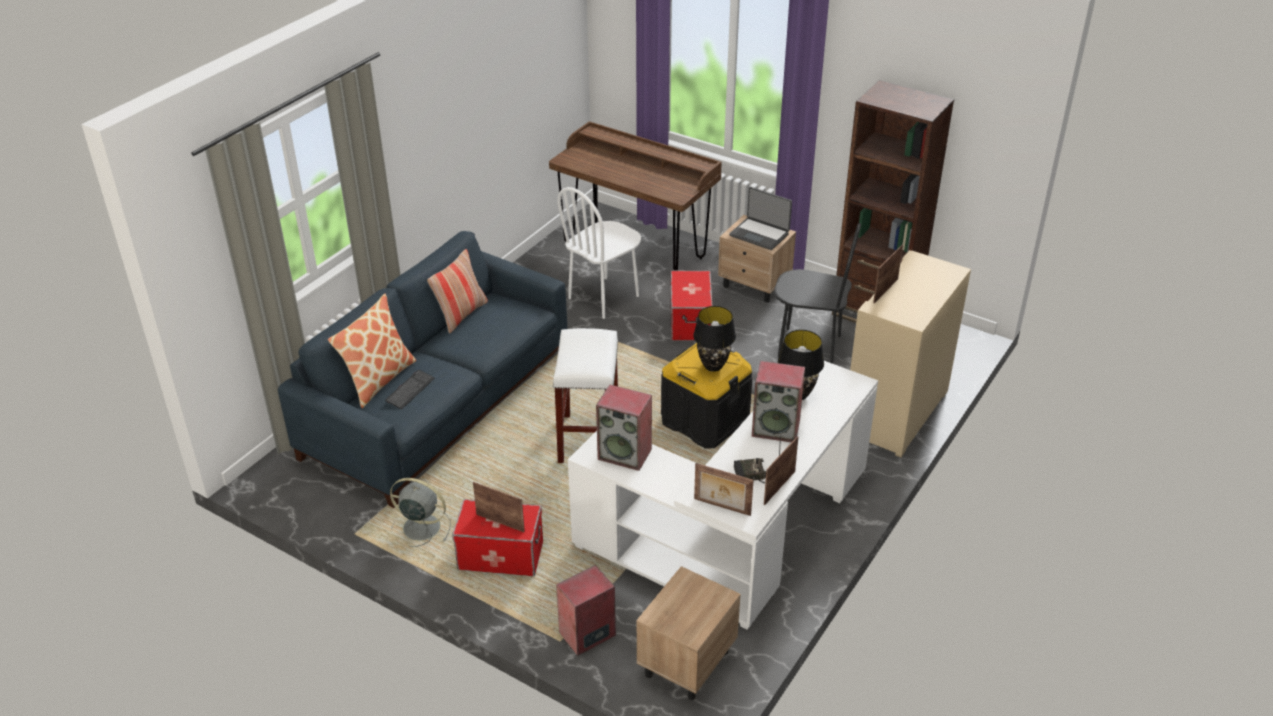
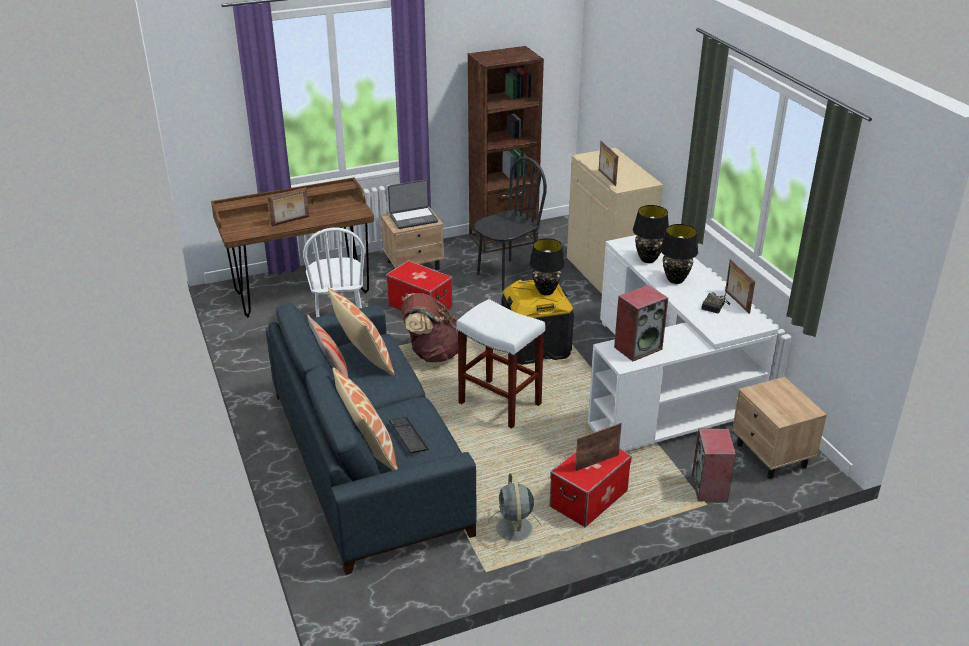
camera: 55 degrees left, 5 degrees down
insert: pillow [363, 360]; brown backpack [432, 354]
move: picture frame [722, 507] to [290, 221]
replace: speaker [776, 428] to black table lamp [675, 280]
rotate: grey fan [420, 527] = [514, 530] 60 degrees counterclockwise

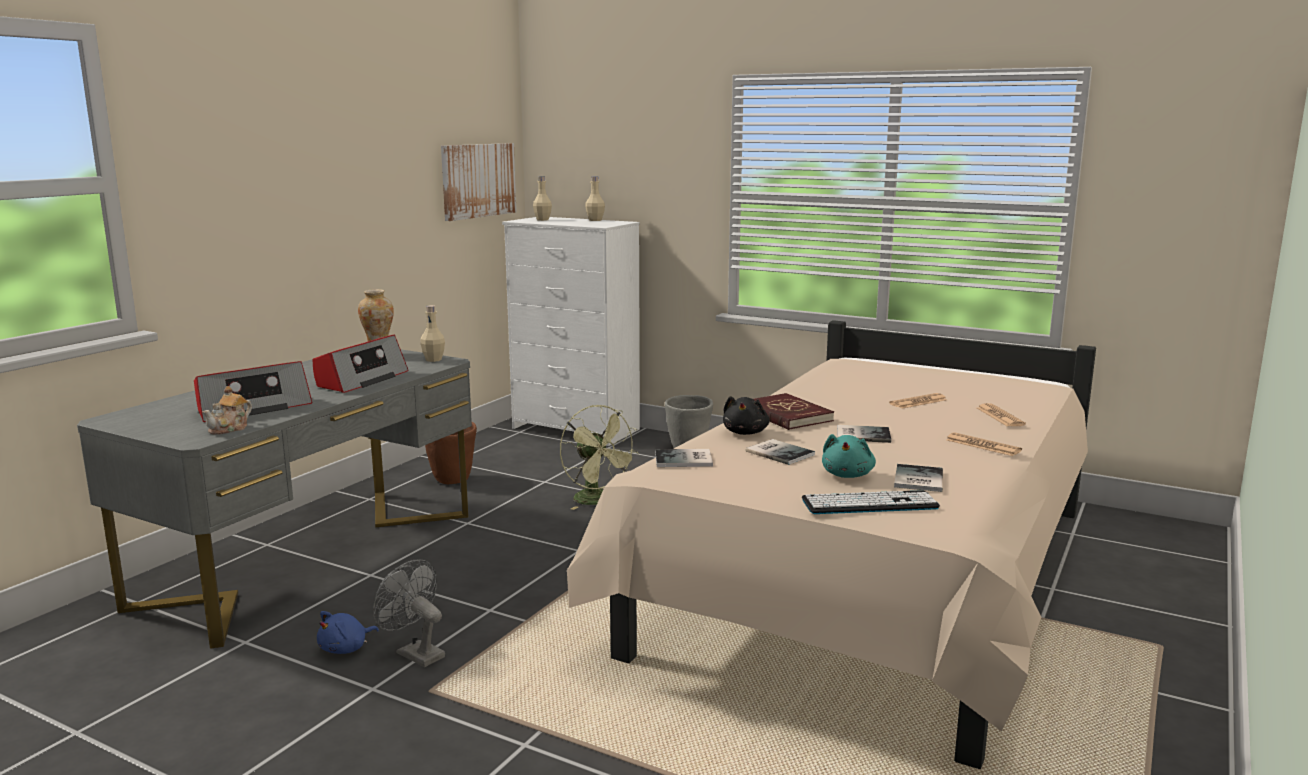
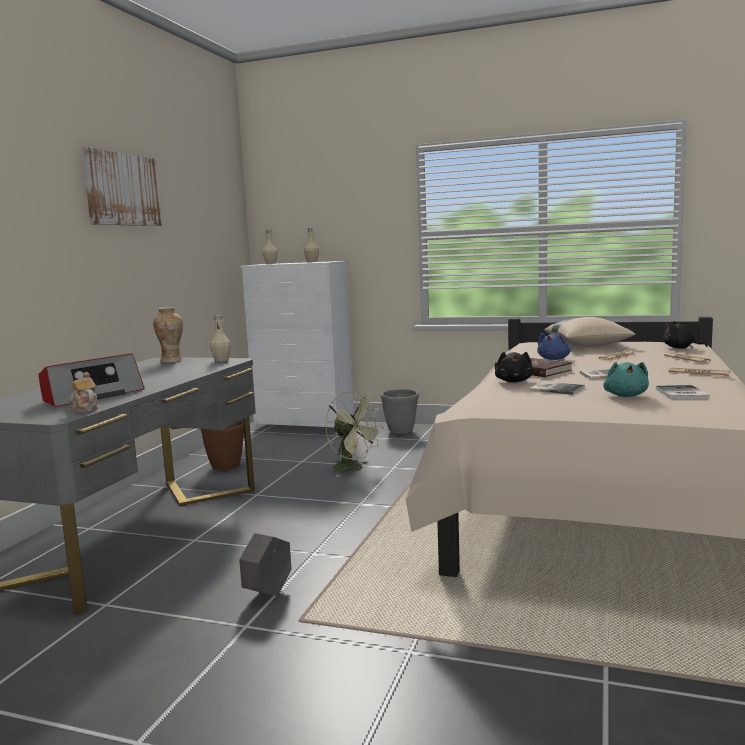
camera: 10 degrees left, 5 degrees down
delete: radio [361, 379]; book [685, 460]; keyboard [869, 504]
insert: beige pillow [588, 346]; black plush toy [680, 348]
move: blue plush toy [346, 648] to [554, 359]; picture [478, 180] to [122, 189]
replace: grey fan [415, 653] to grey planter [268, 593]
rotate: teapot [230, 429] = [84, 409] 120 degrees clockwise

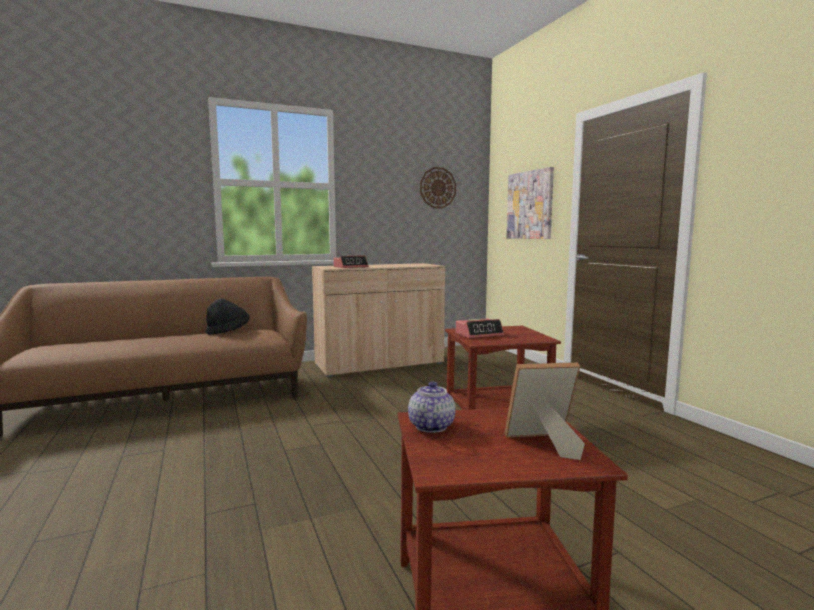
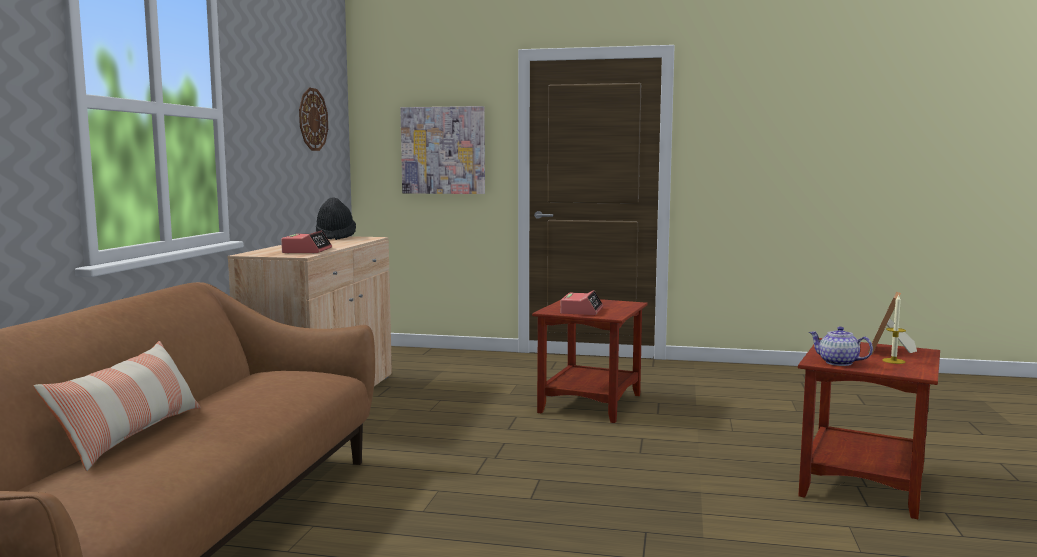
camera: 55 degrees left, 0 degrees up
insert: pillow [131, 435]; candle [893, 361]
move: black hat [228, 331] to [335, 237]

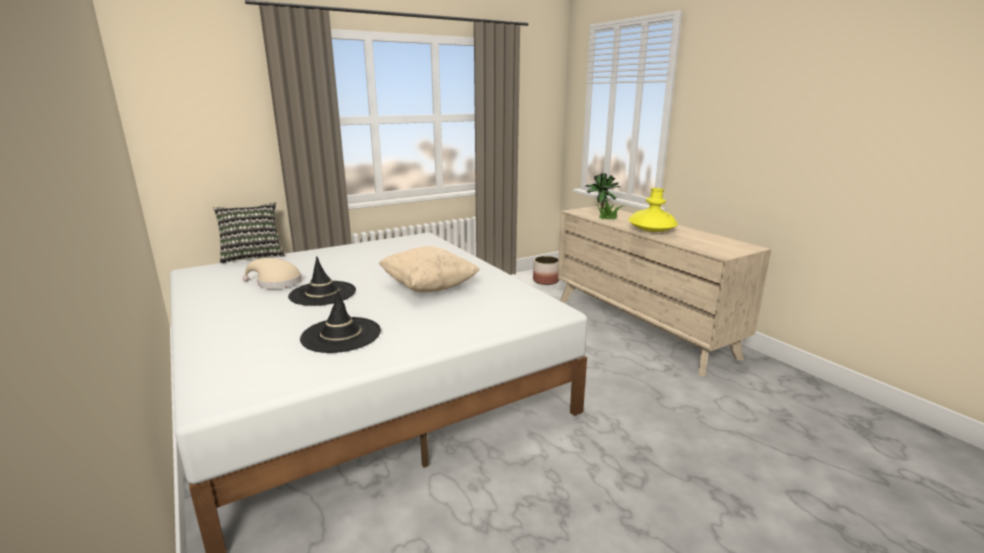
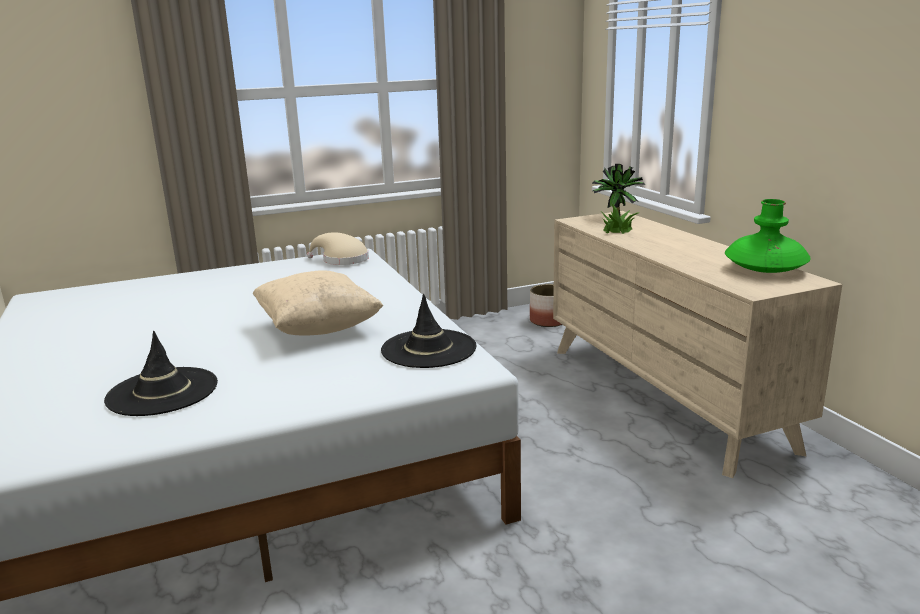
camera: 10 degrees right, 0 degrees up
delete: pillow [253, 256]; yellow vase [651, 230]
insert: green vase [765, 269]
move: beige hat [276, 283] to [342, 260]; black hat [322, 294] to [428, 349]

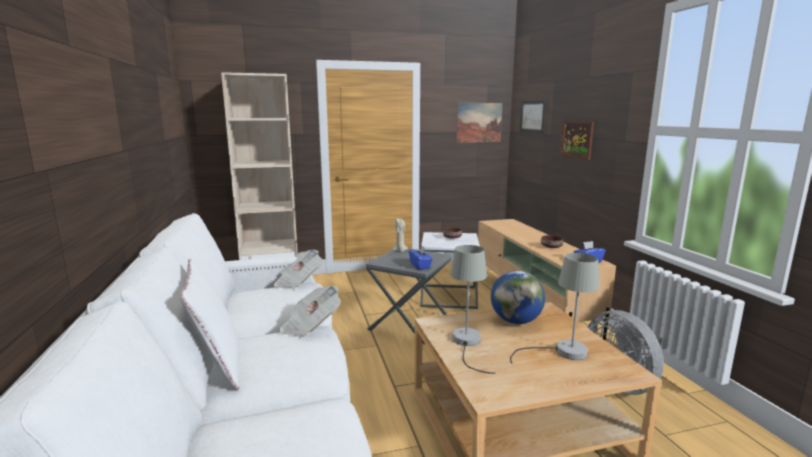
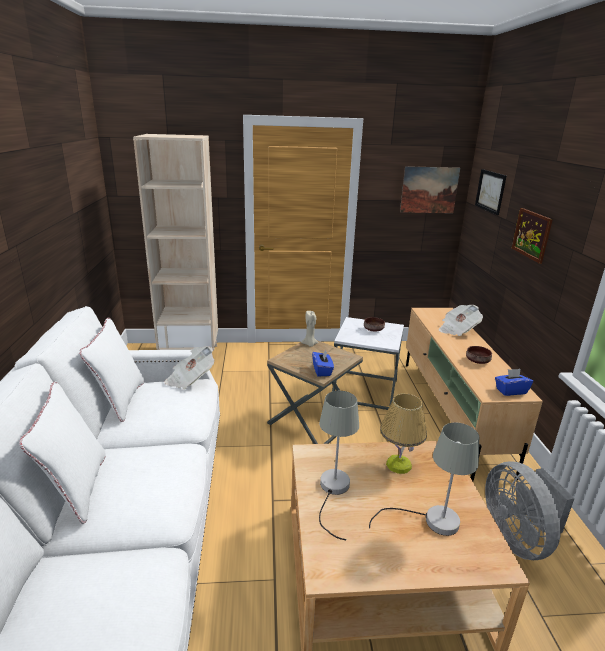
camera: 10 degrees right, 10 degrees up
insert: white pillow [120, 400]
move: newspaper [311, 326] to [457, 330]
replace: globe [515, 321] to table lamp [398, 465]
recolor: grey side table [410, 324] to brown side table [312, 421]

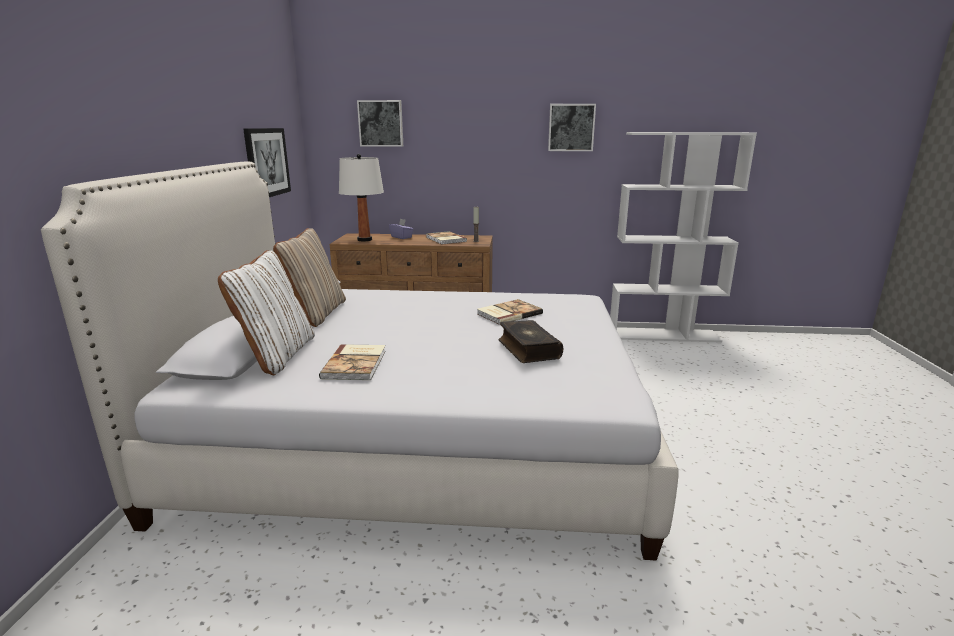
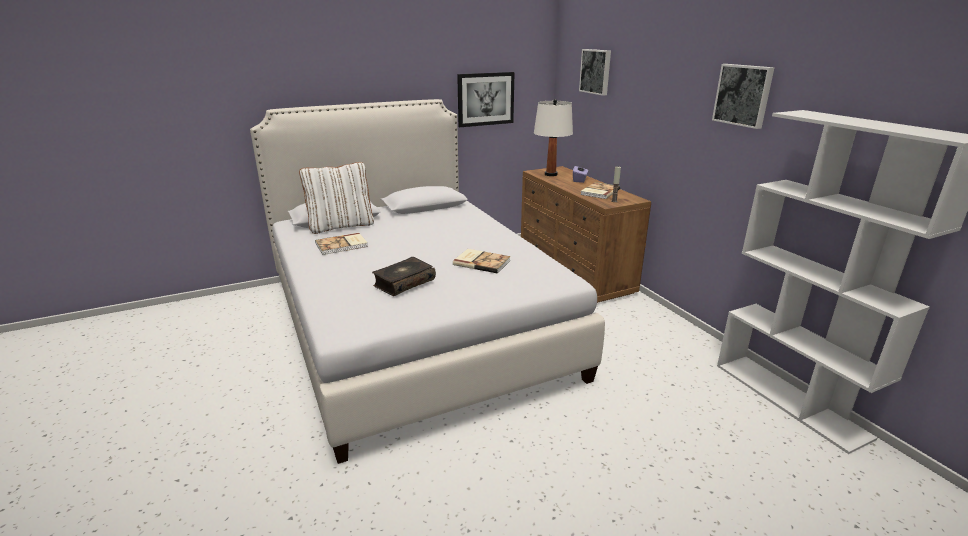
camera: 60 degrees right, 5 degrees up
delete: beige pillow [316, 313]

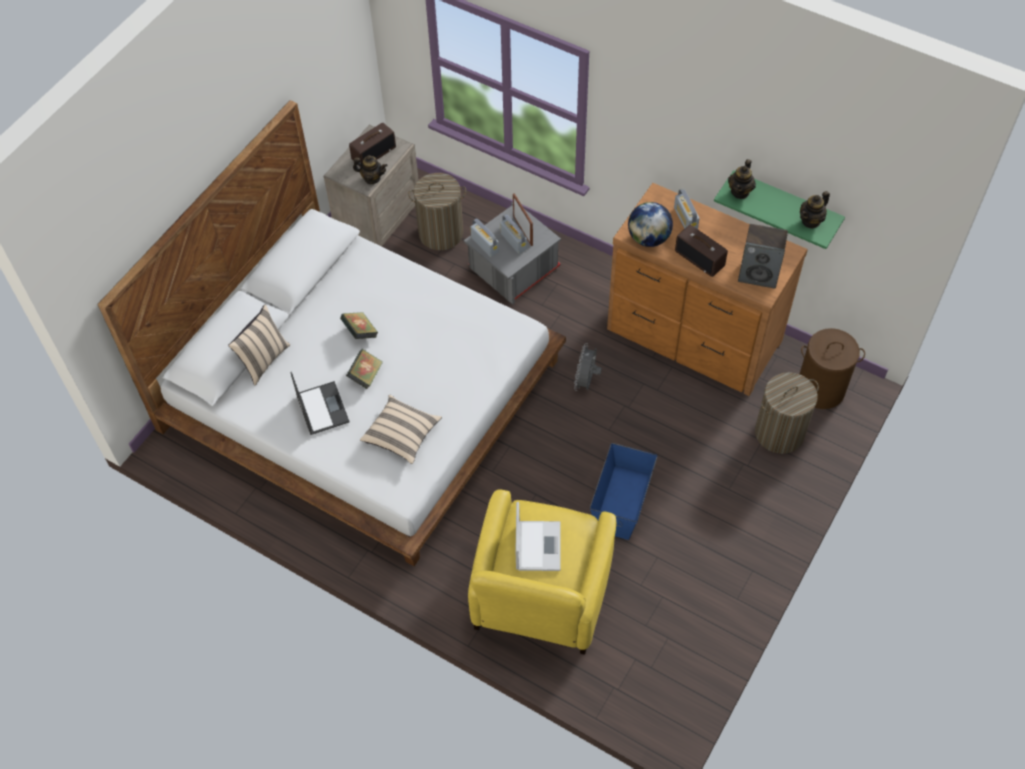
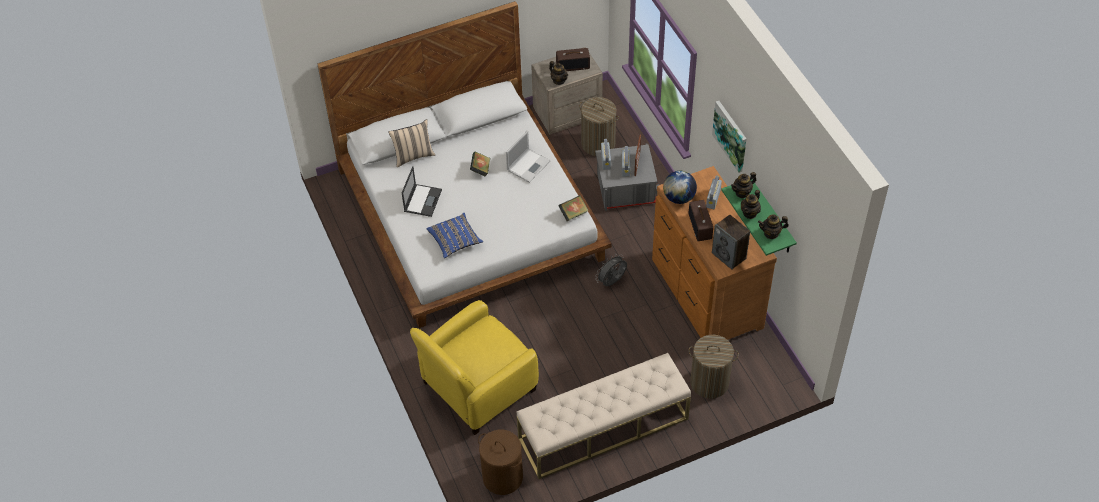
camera: 35 degrees right, 5 degrees down
delete: blue storage box [621, 502]
insert: beige bench [603, 428]; picture [731, 135]; teapot [750, 213]
move: book [366, 375] to [573, 213]; laptop [538, 545] to [529, 165]; brown laundry basket [820, 389] to [502, 477]
recolor: beige pillow [401, 435] to blue pillow [455, 240]

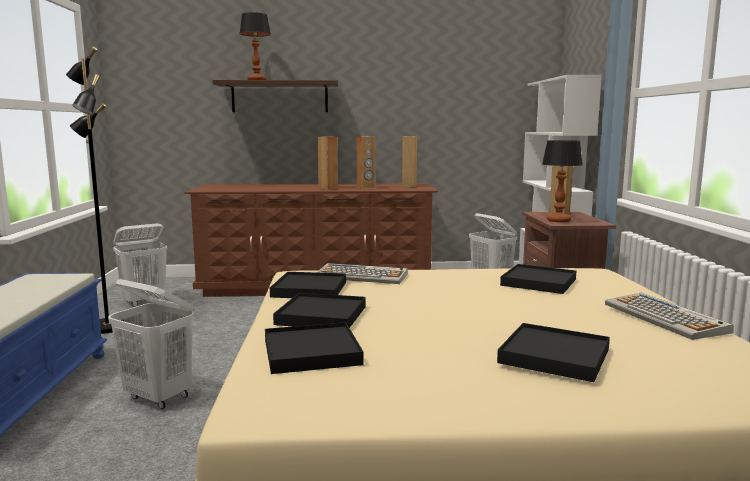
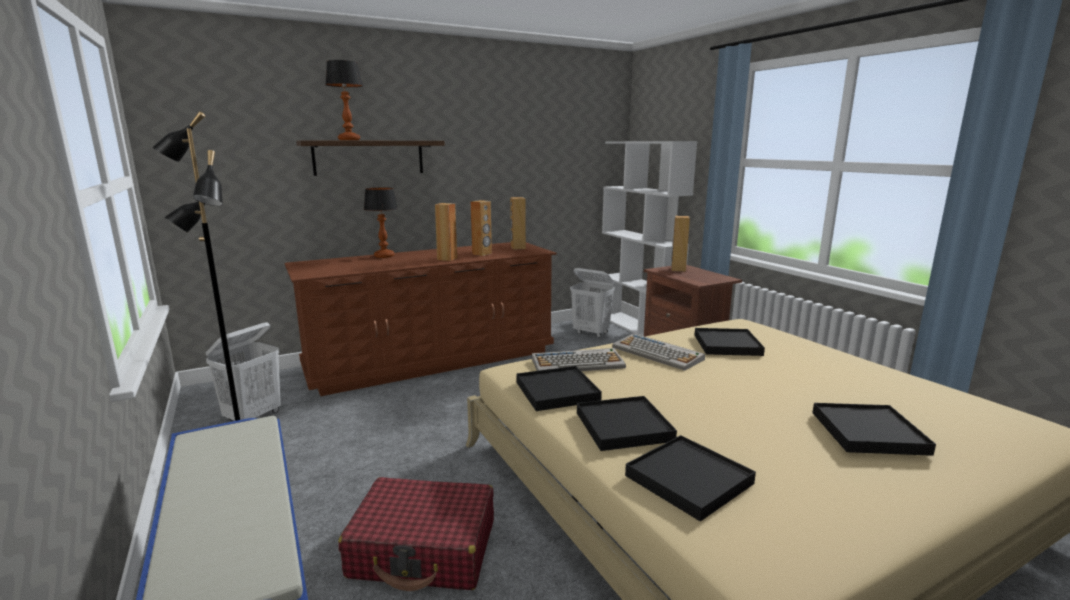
camera: 25 degrees left, 5 degrees up
move: table lamp [558, 220] to [384, 256]; keyboard [665, 318] to [658, 353]
replace: white laundry basket [159, 397] to red suitcase [424, 549]

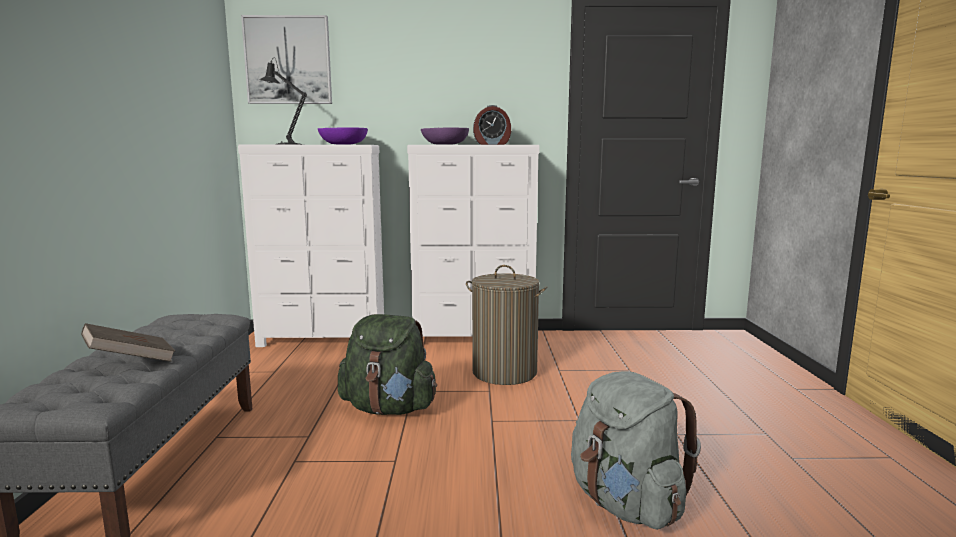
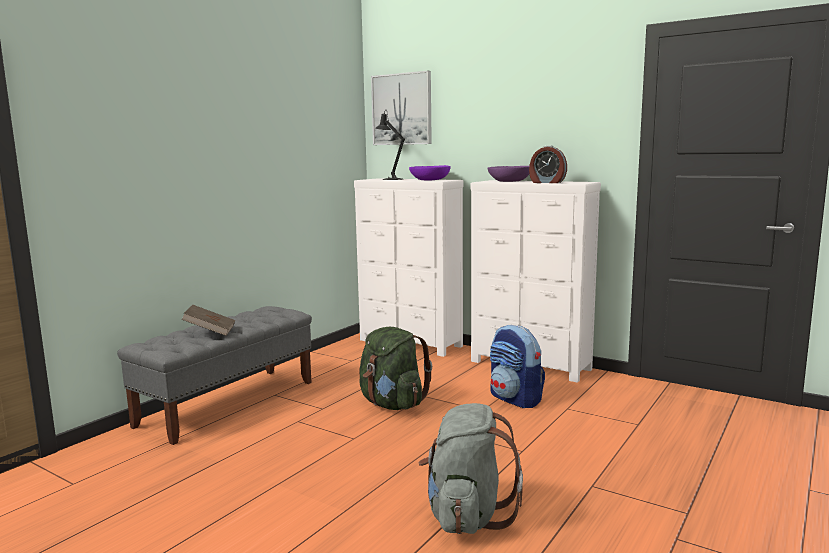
camera: 35 degrees right, 0 degrees up
replace: laundry basket [504, 372] to backpack [515, 399]

